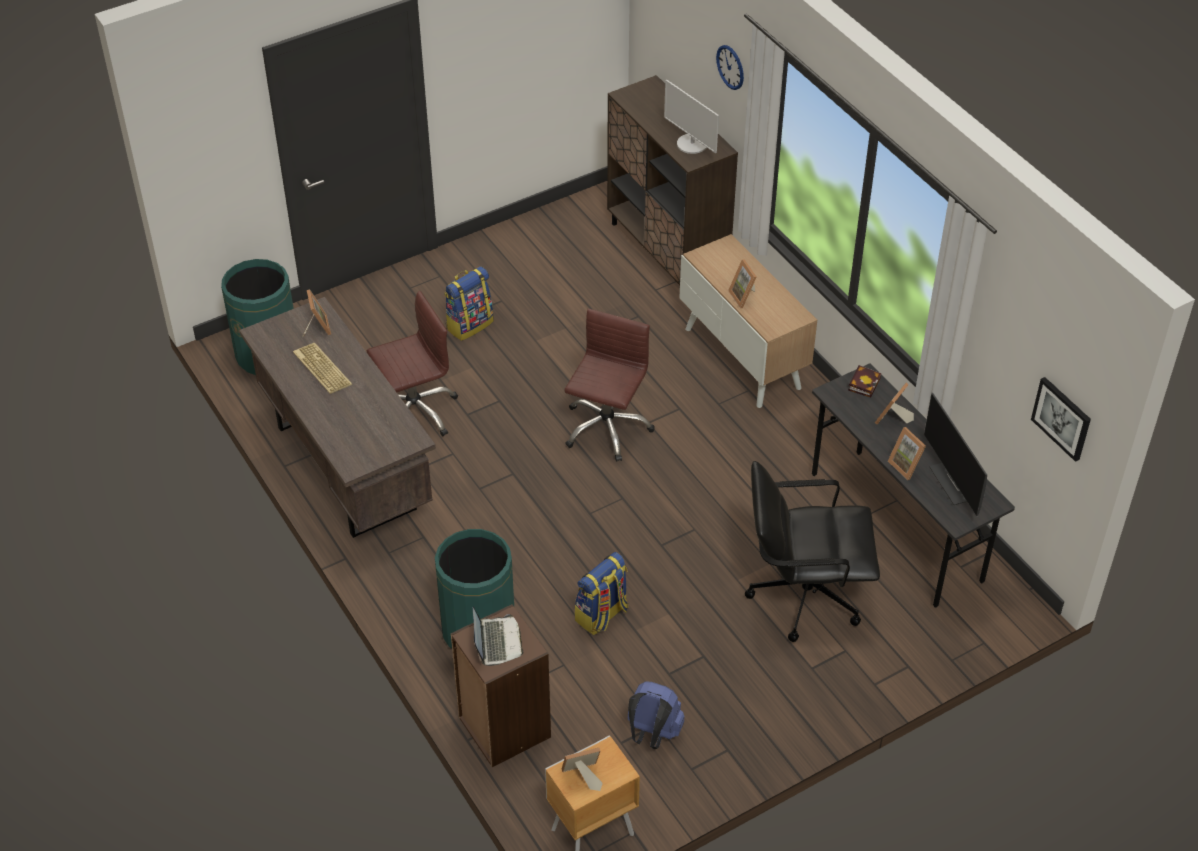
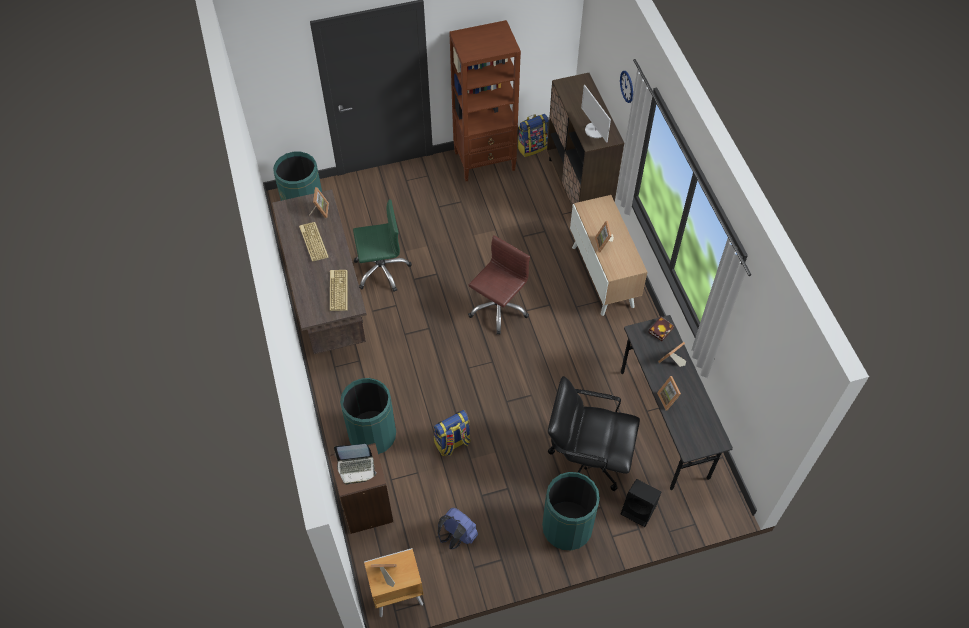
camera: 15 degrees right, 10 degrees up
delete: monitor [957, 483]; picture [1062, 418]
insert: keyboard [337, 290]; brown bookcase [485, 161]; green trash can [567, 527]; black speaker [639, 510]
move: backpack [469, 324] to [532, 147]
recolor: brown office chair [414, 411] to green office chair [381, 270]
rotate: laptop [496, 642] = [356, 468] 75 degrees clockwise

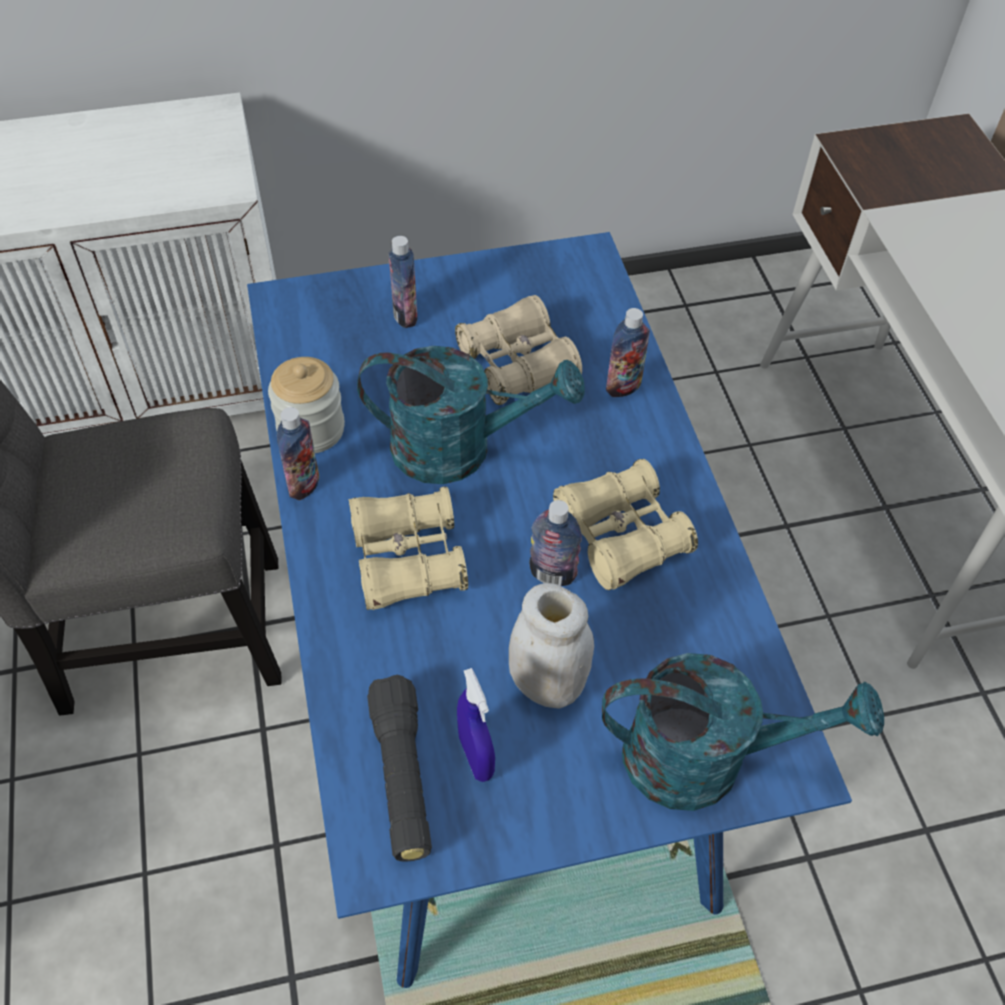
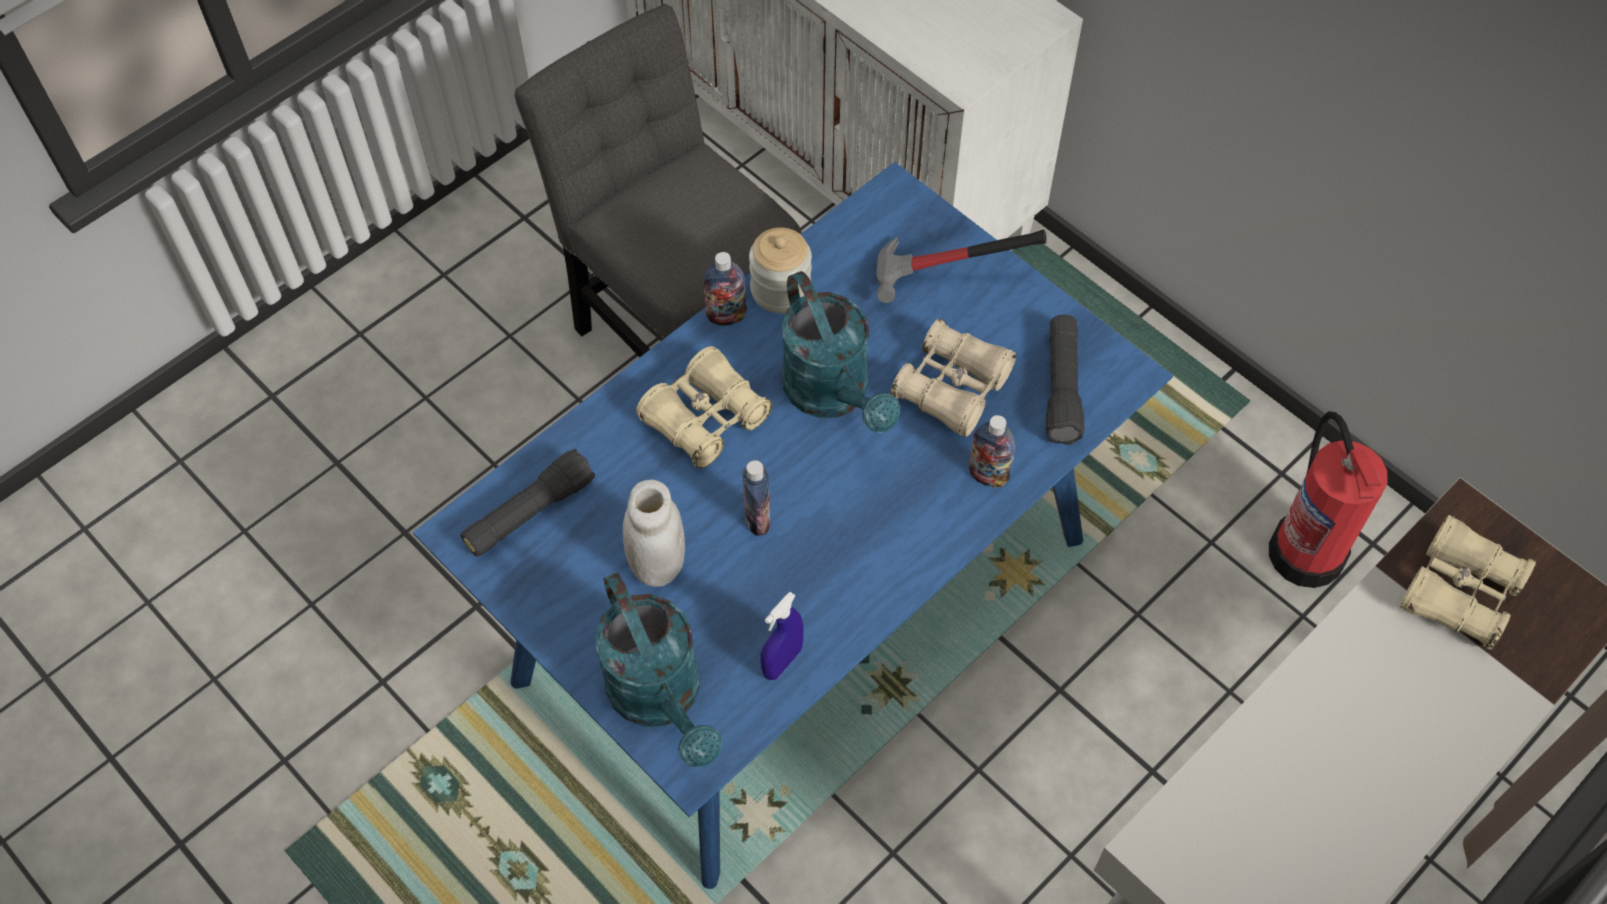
camera: 60 degrees right, 5 degrees up
insert: black flashlight [1061, 388]; fire extinguisher [1306, 550]
move: blue spray bottle [476, 756] to [782, 662]; beige binoculars [621, 536] to [1459, 593]
replace: bottle [405, 315] to hammer [945, 282]

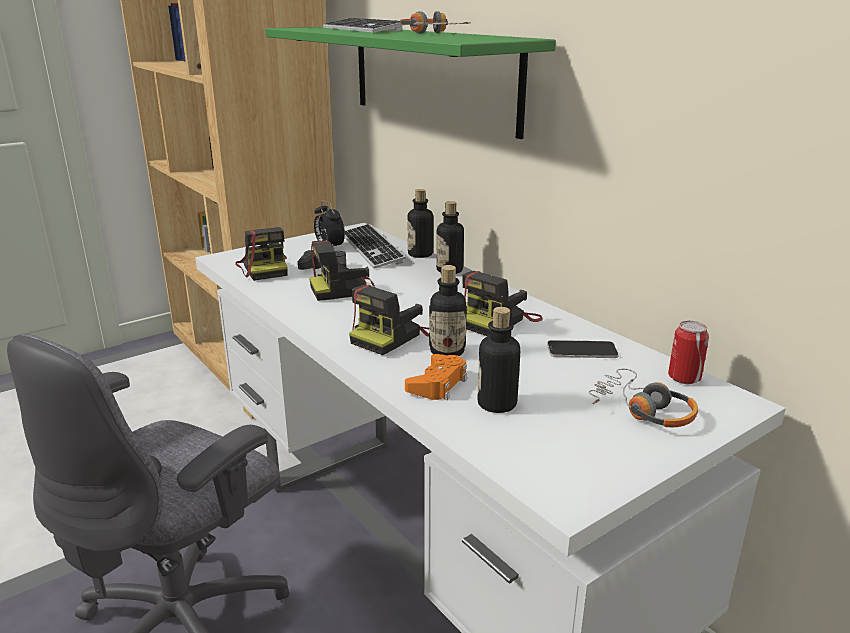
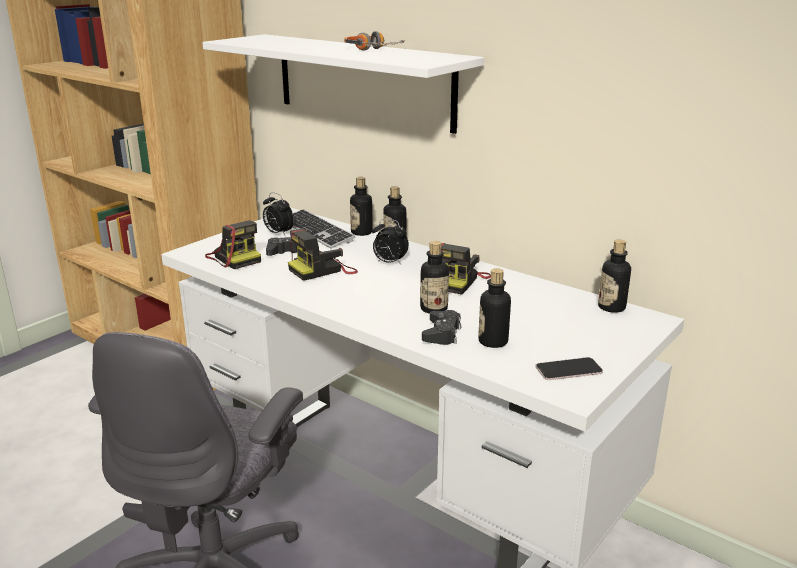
camera: 15 degrees left, 0 degrees up
delete: keyboard [362, 29]; photo camera [394, 337]; headphones [641, 410]
insert: alarm clock [389, 263]
move: phone [582, 350] to [568, 370]
replace: can [684, 378] to bottle [611, 307]
recolor: green shelf [432, 76] to white shelf [363, 81]; orange game controller [438, 384] to black game controller [442, 333]

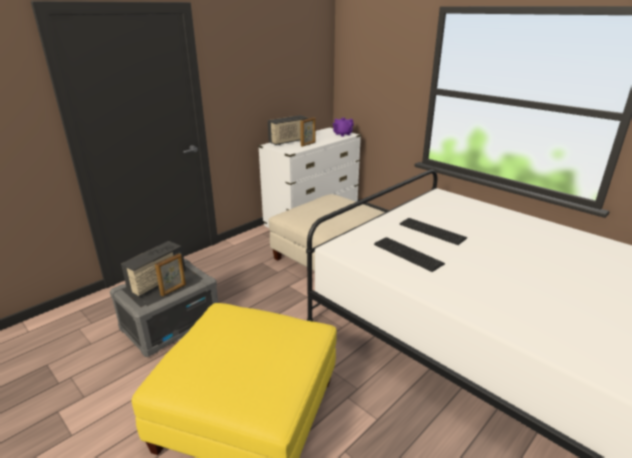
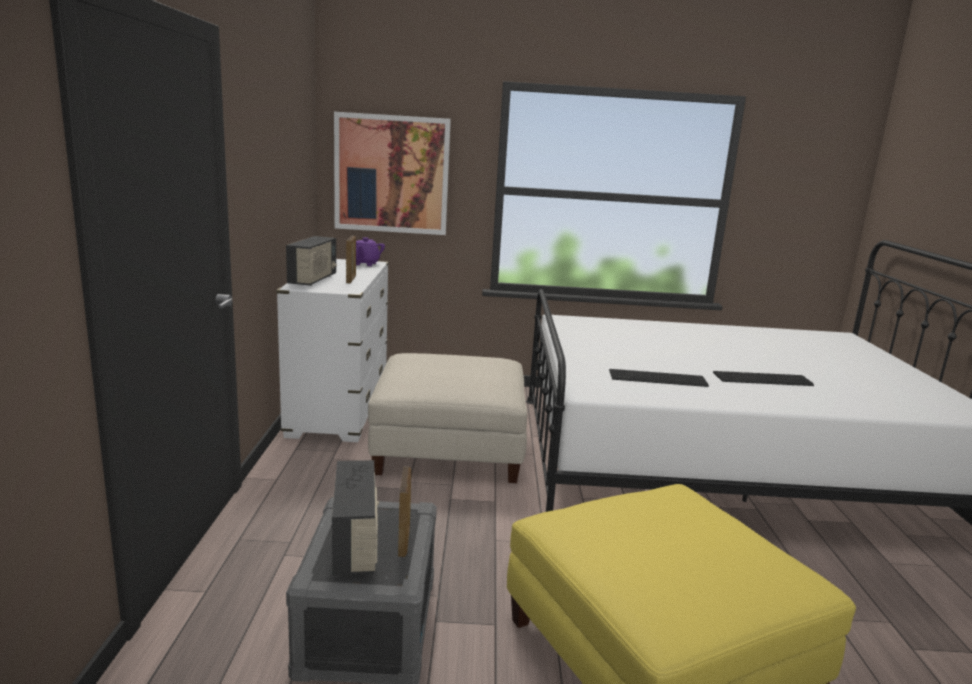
camera: 45 degrees left, 10 degrees down
insert: picture [391, 174]
move: keyboard [432, 231] to [764, 379]

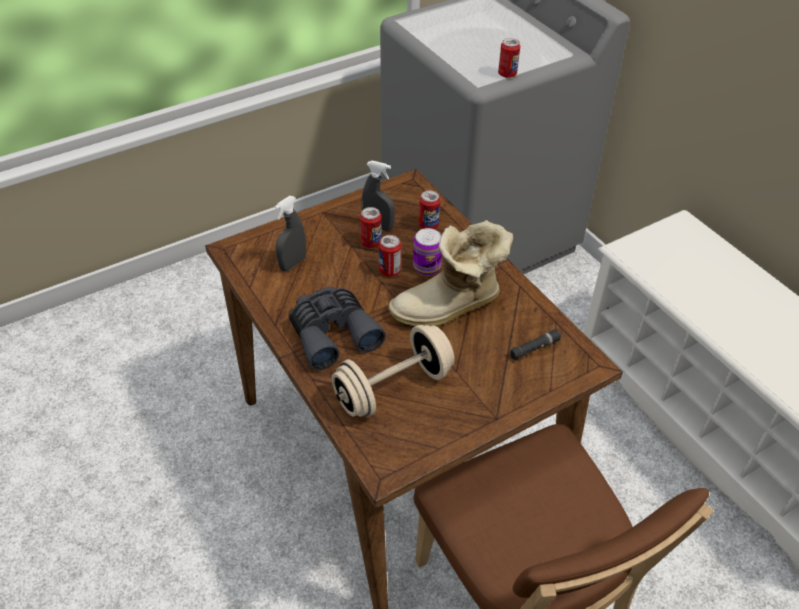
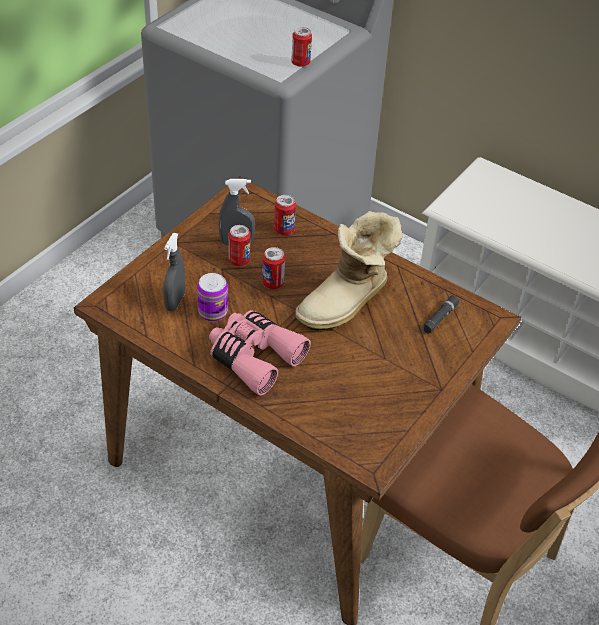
camera: 25 degrees left, 0 degrees up
delete: beige dumbbell [393, 388]
move: can [427, 267] to [213, 312]
recolor: grey binoculars [332, 333] to pink binoculars [254, 357]

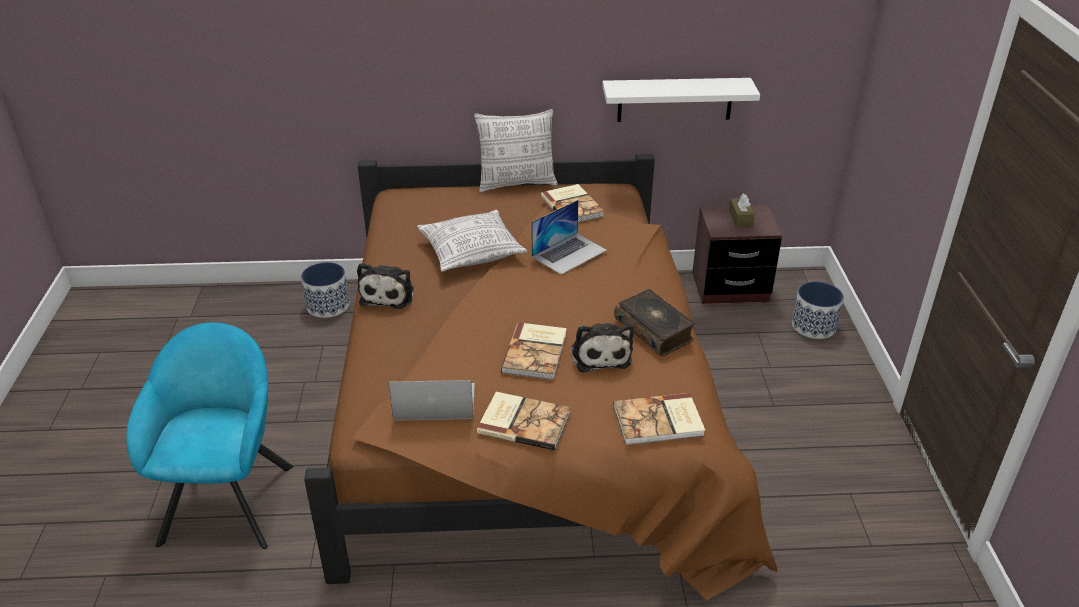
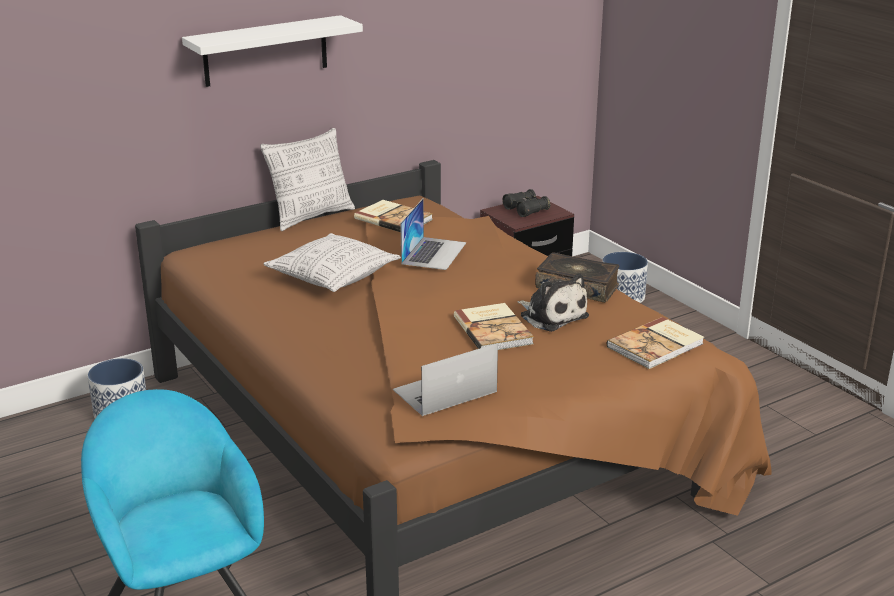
camera: 30 degrees left, 10 degrees down
delete: plush toy [388, 294]; book [524, 422]
move: white shelf [675, 99] to [265, 51]
replace: brown tissue box [740, 218] to black binoculars [525, 210]

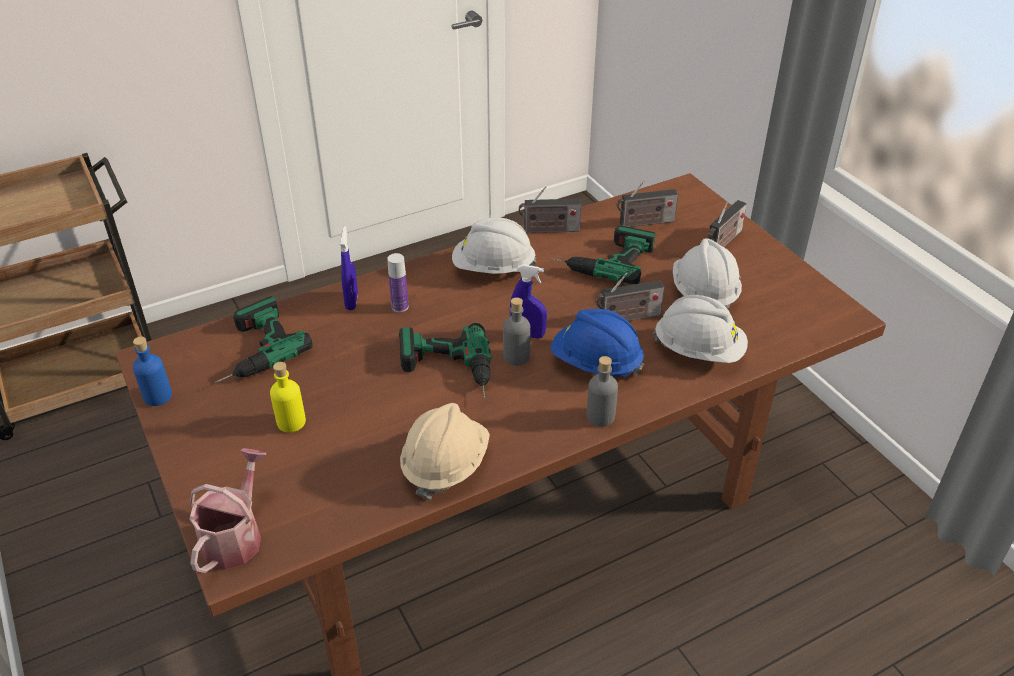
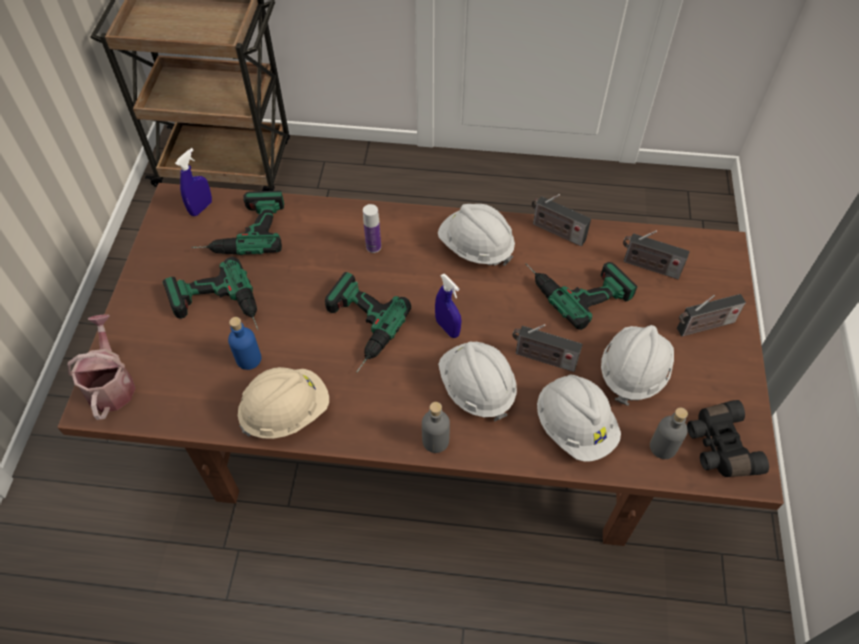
camera: 35 degrees right, 15 degrees up
insert: black binoculars [719, 446]
move: blue bottle [157, 396] to [248, 359]; blue spray bottle [351, 301] to [201, 208]; grey bottle [516, 356] to [663, 447]
replace: yellow bottle [291, 422] to power drill [217, 309]
recolor: blue hard hat [595, 363] to white hard hat [476, 388]
rotate: watering can [235, 536] = [111, 384] 60 degrees counterclockwise

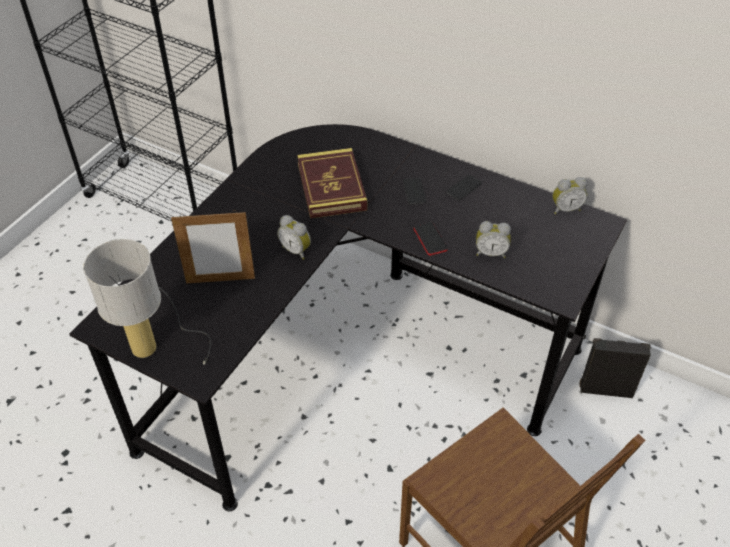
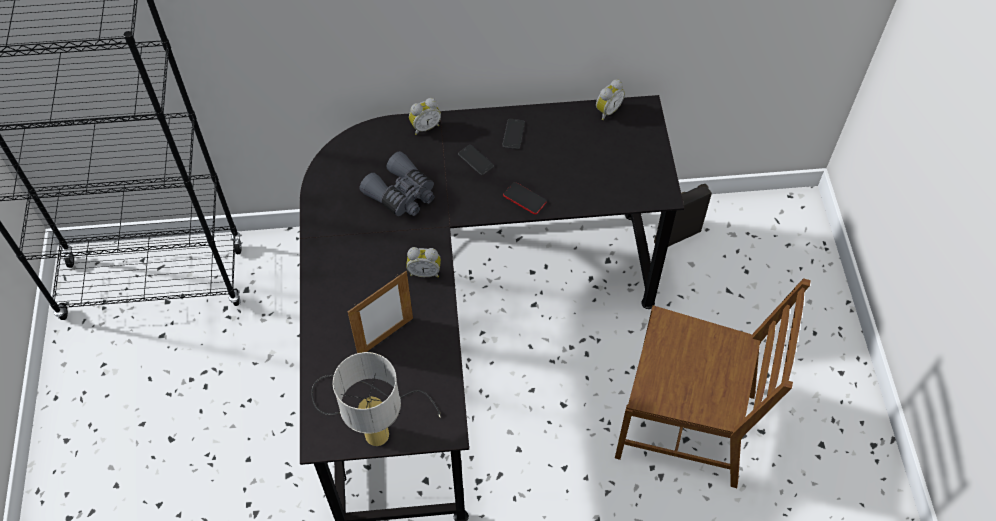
camera: 35 degrees left, 10 degrees up
move: alarm clock [491, 253] to [425, 127]
replace: book [331, 187] to grey binoculars [402, 194]

